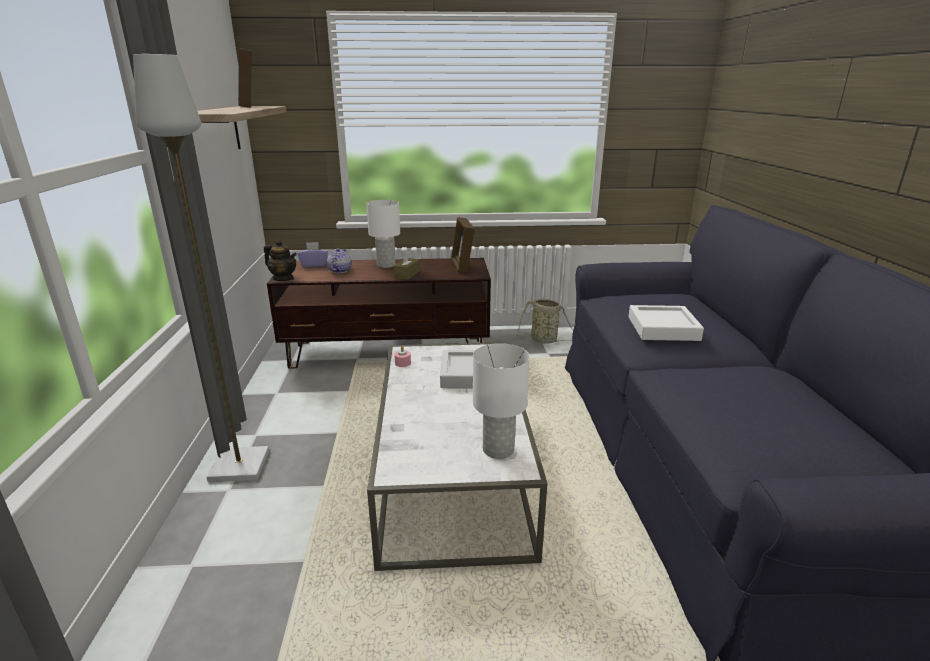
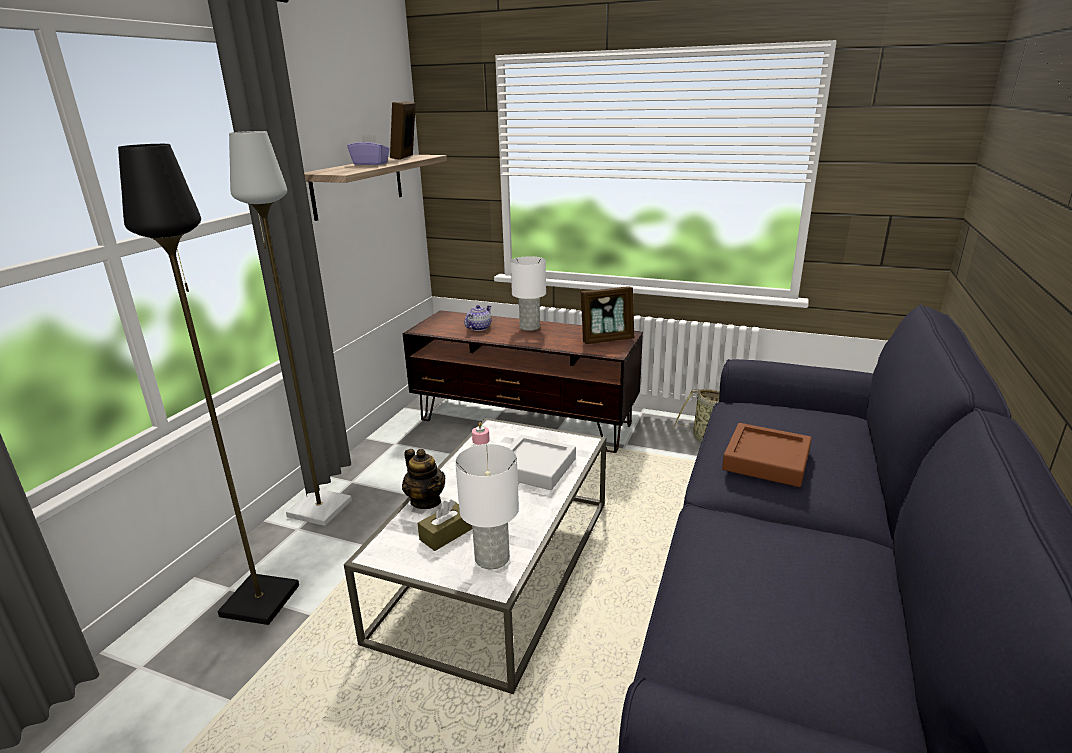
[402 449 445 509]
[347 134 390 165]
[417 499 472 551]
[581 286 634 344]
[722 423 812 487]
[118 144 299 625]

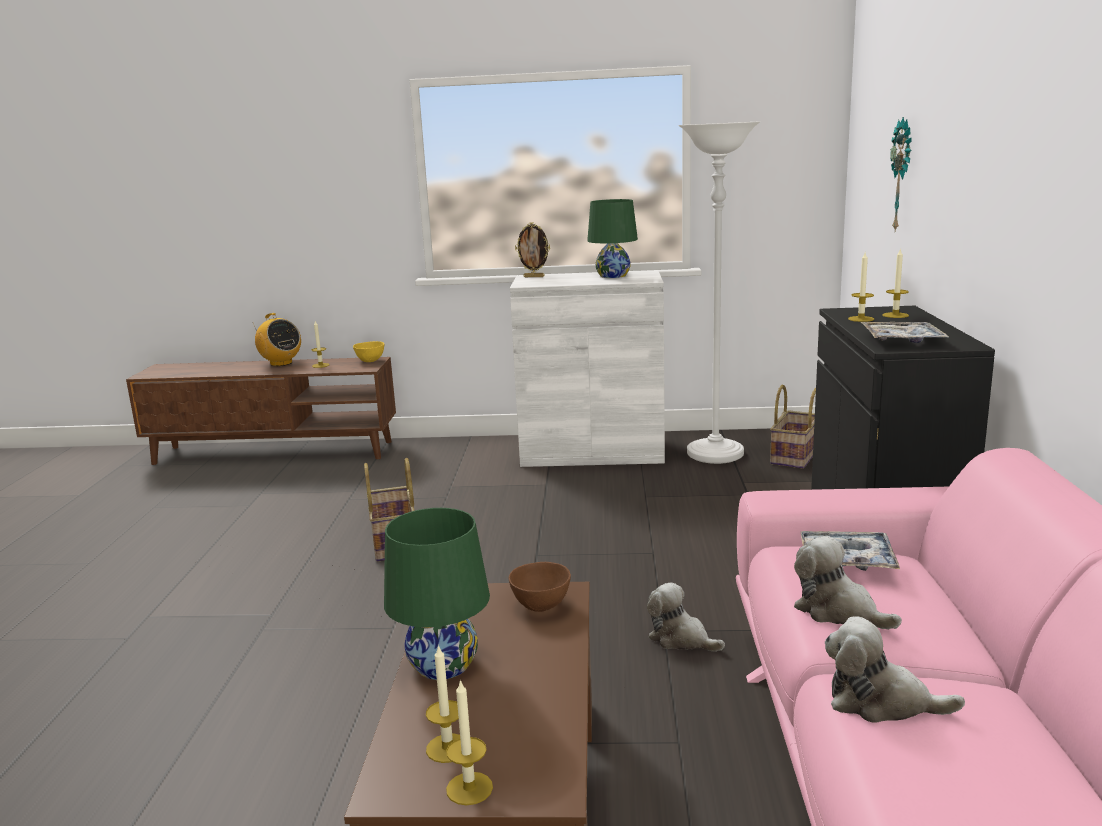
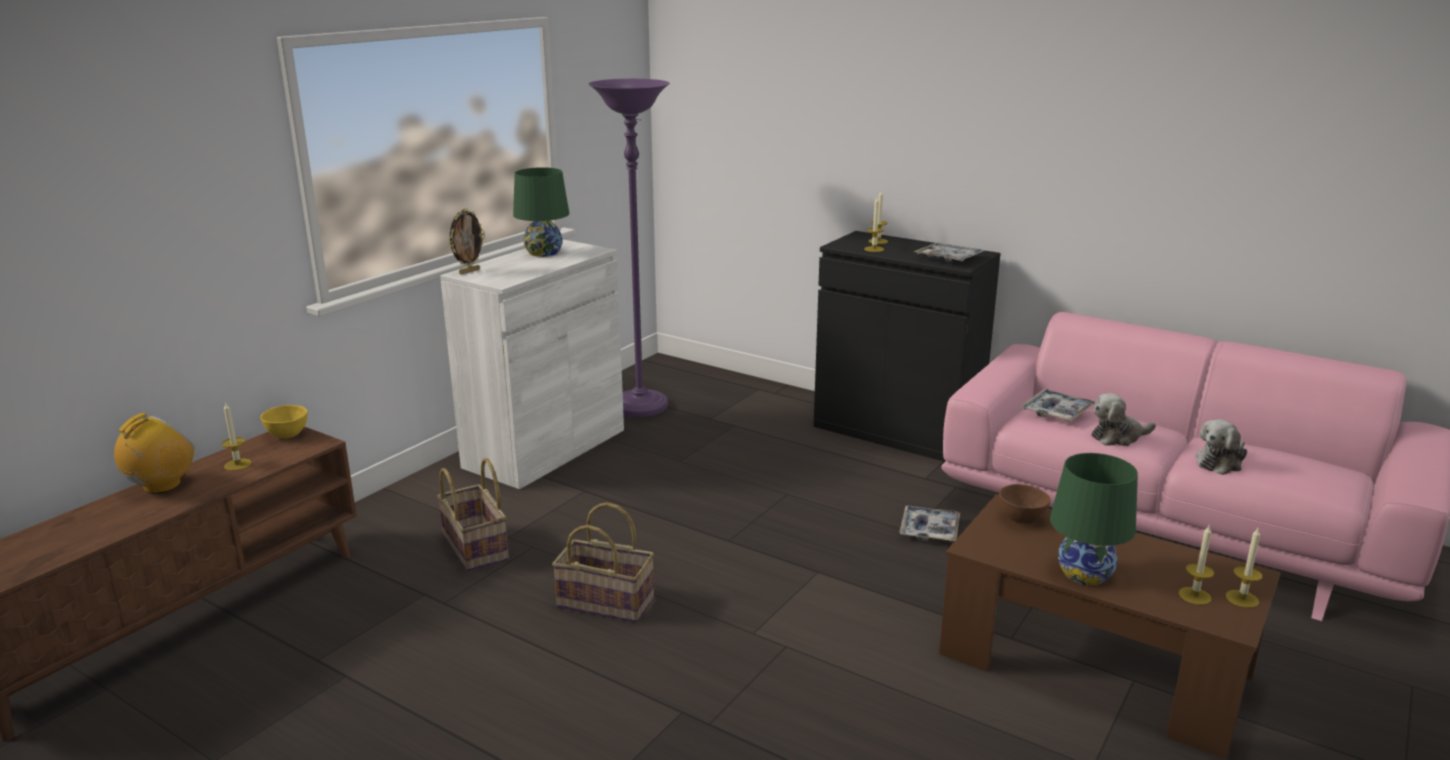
[114 413 195 494]
[900 506 960 541]
[589 79 670 418]
[437 458 509 571]
[890 117 912 230] (first image)

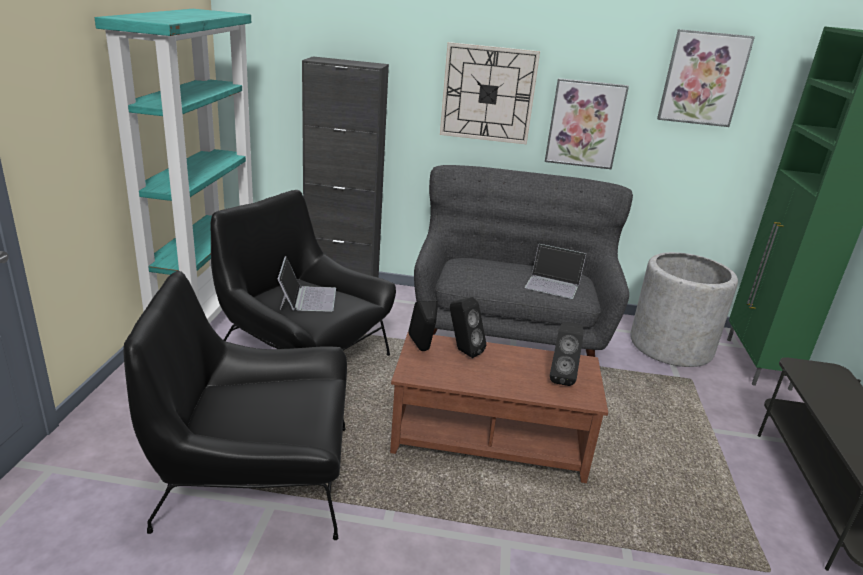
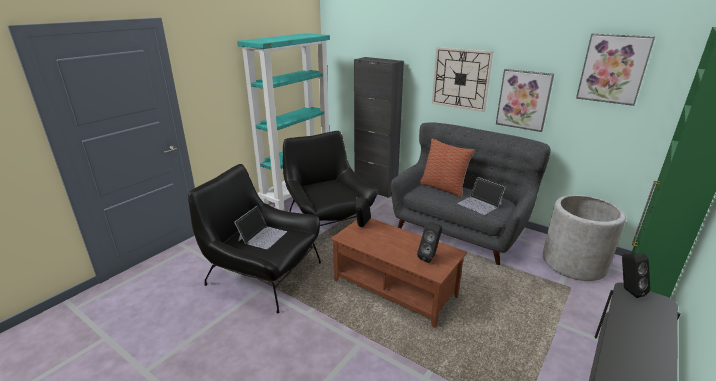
[234 206 287 249]
[622 253 650 298]
[419 139 475 197]

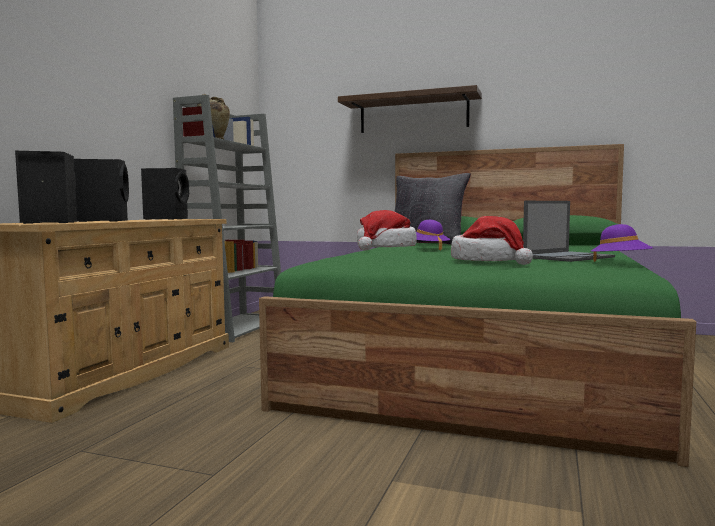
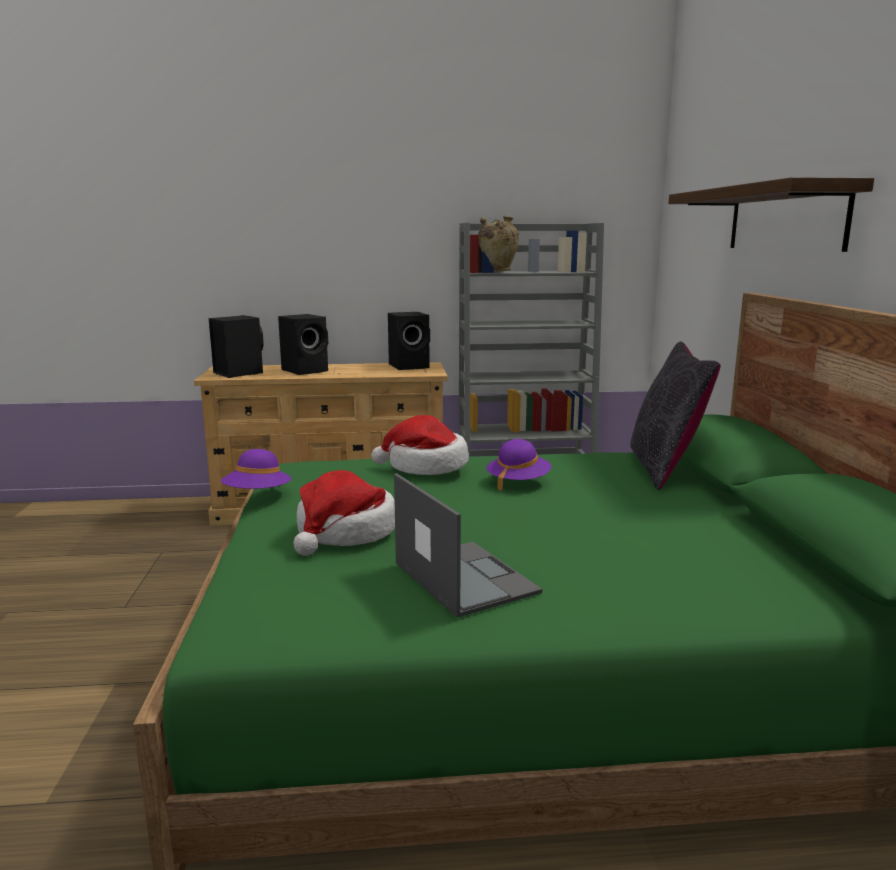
[394 473 542 618]
[221 449 291 489]

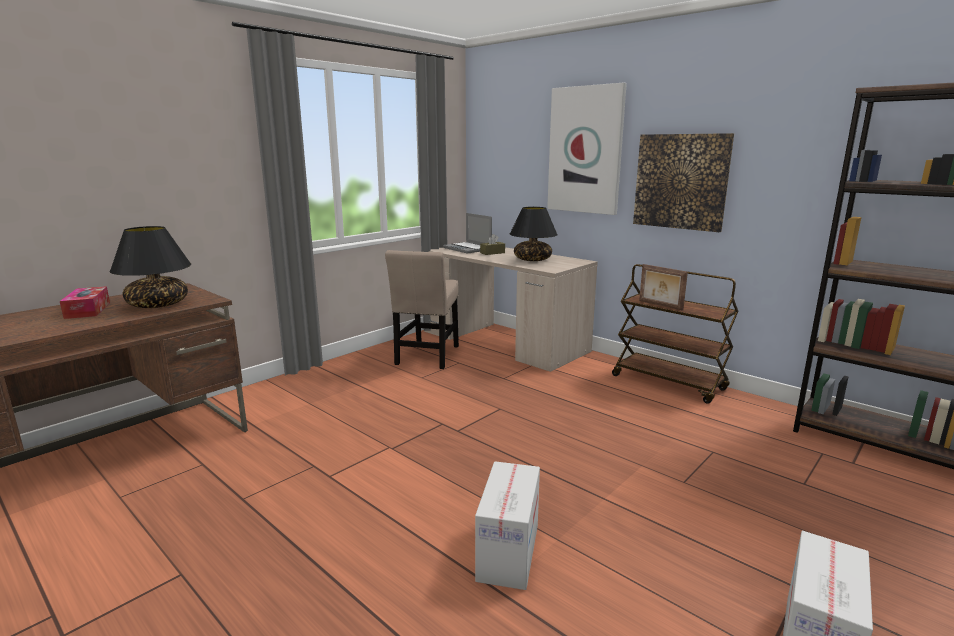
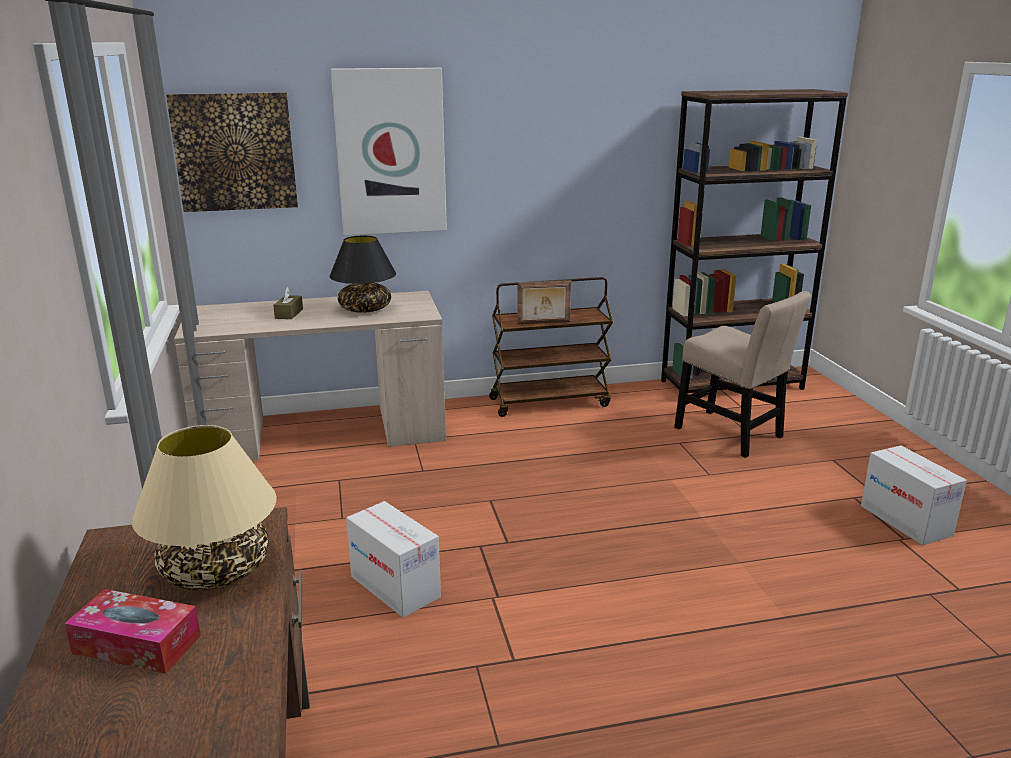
[132 425 277 590]
[674 291 811 458]
[443 213 492 254] (first image)
[346 501 441 618]
[166 92 298 212]

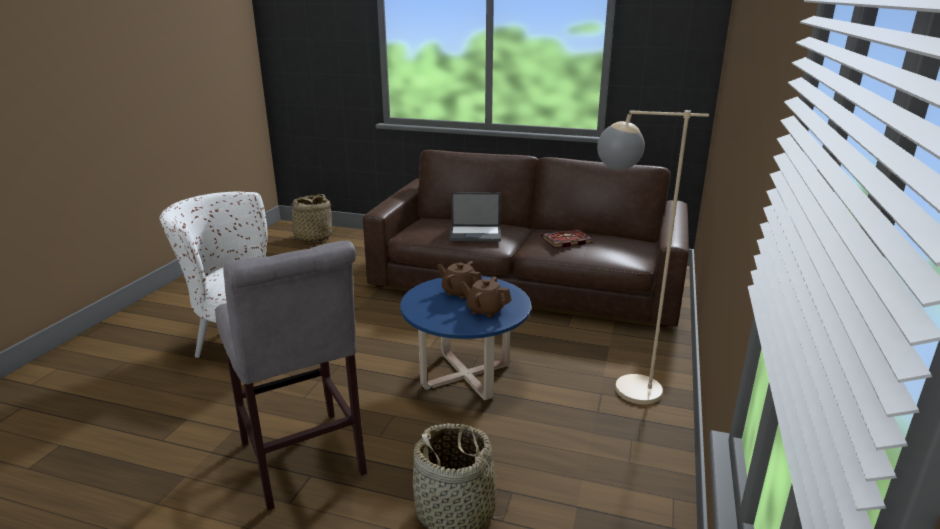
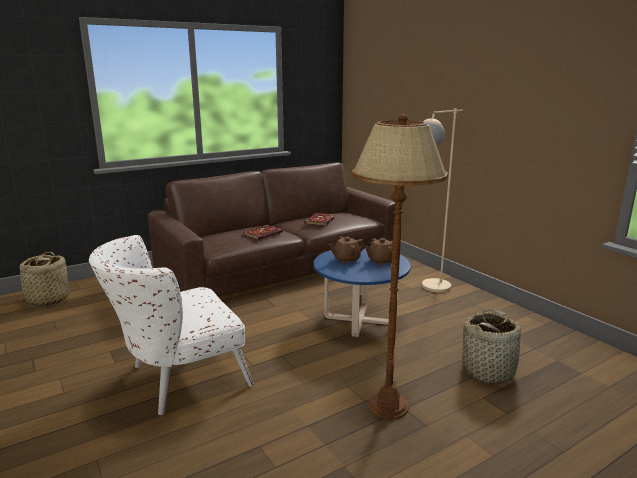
[352 114 448 420]
[244 225 283 240]

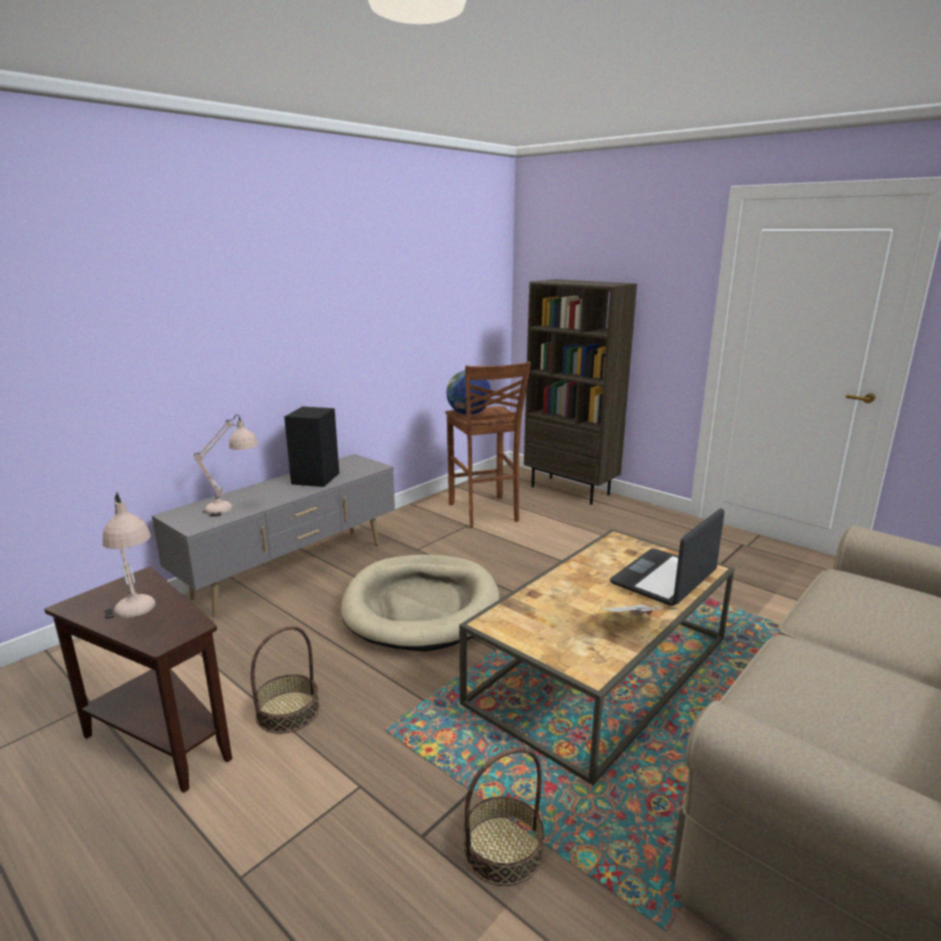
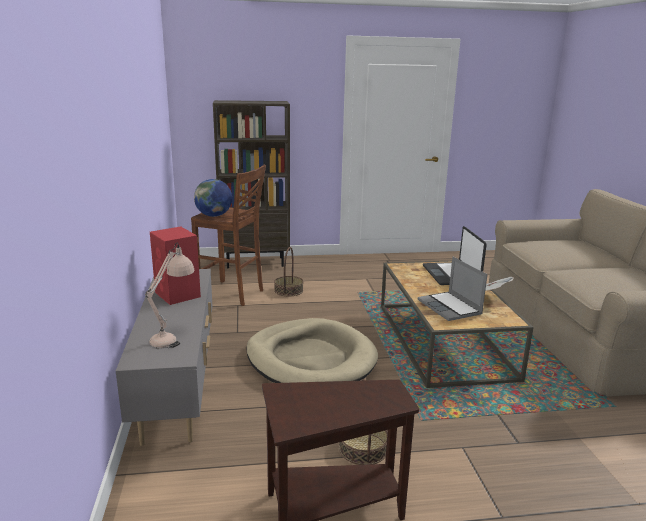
[103 492 156 619] (first image)
[150 226 201 305]
[274 247 303 296]
[418 257 487 321]

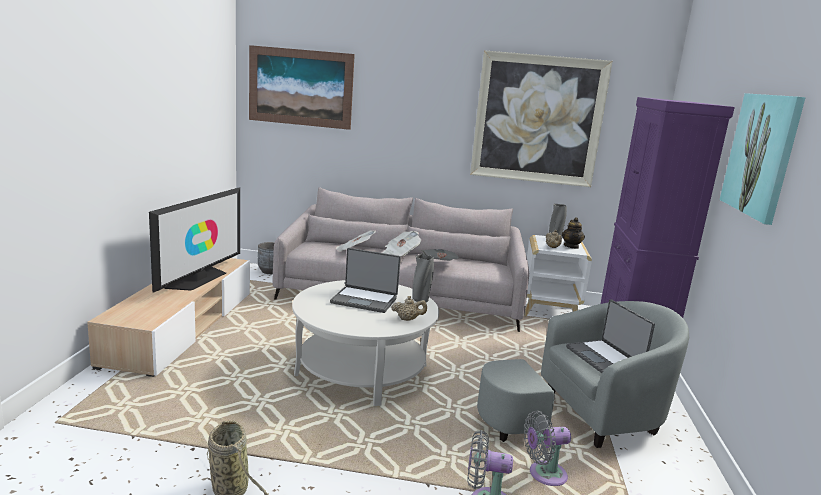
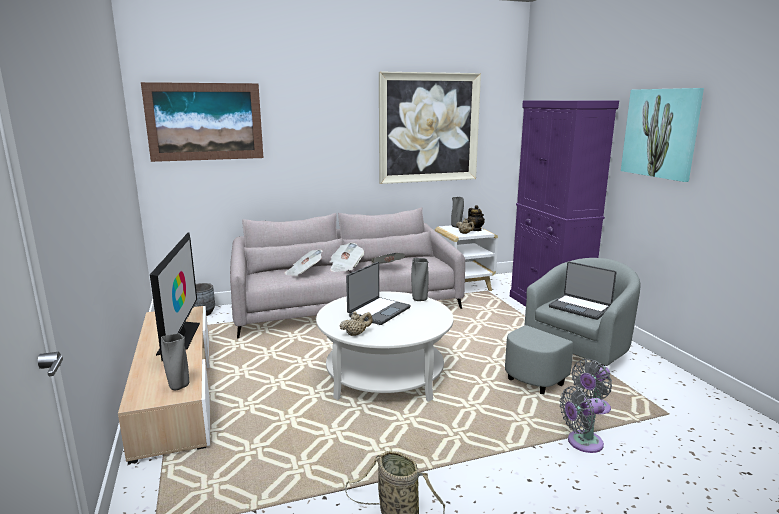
[346 262 411 325]
[340 311 373 336]
[161 333 189 390]

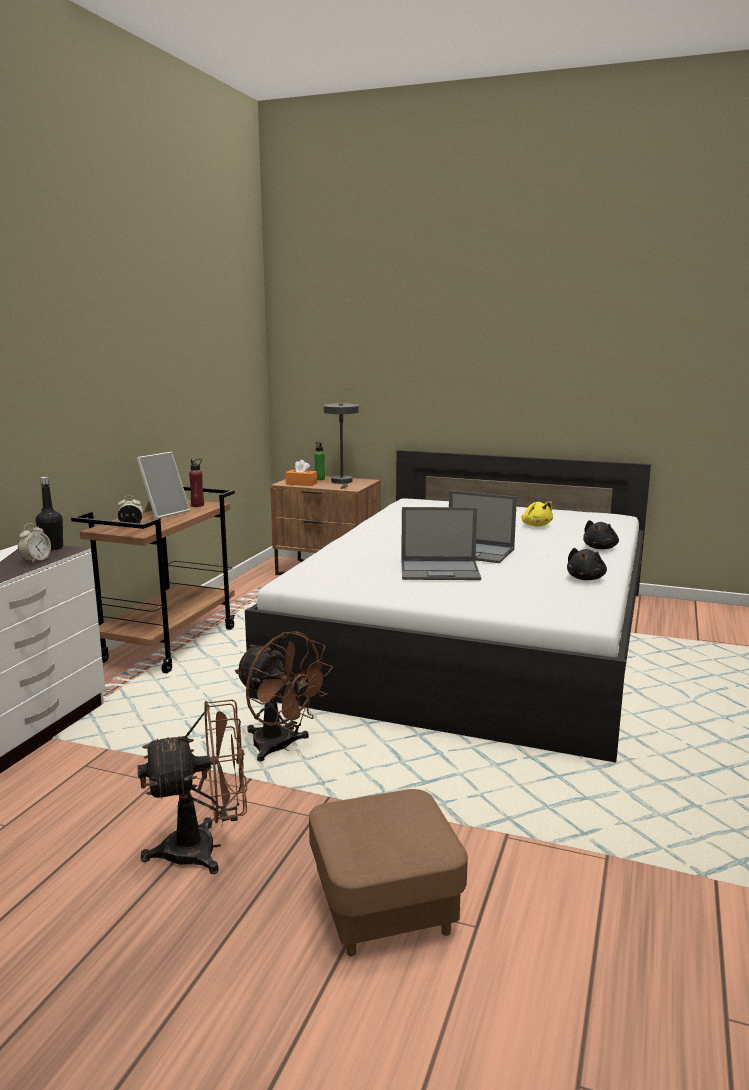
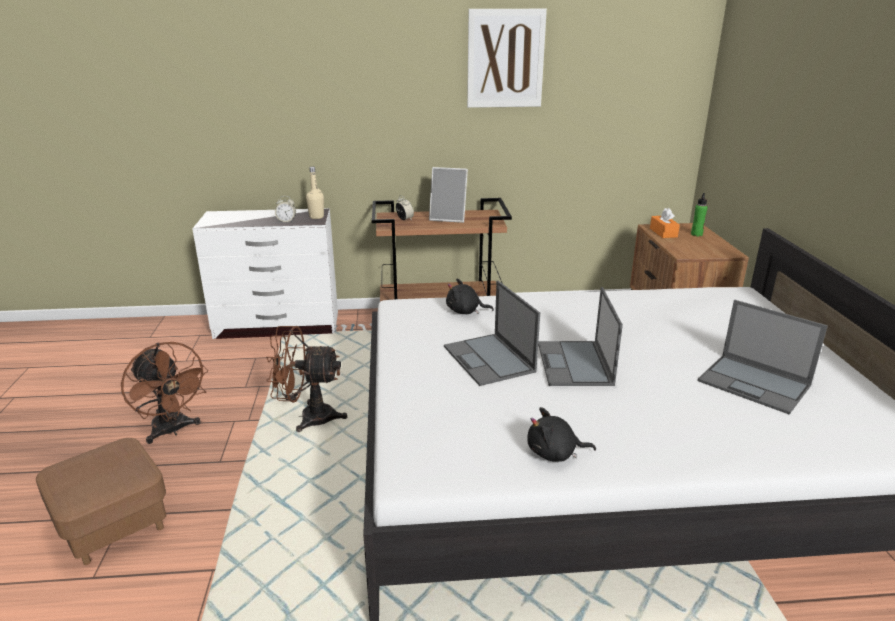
[306 167 324 219]
[189 459 204 507] (first image)
[266 326 347 432]
[323 404 359 489] (first image)
[698 300 828 414]
[446 279 494 314]
[467 9 547 108]

